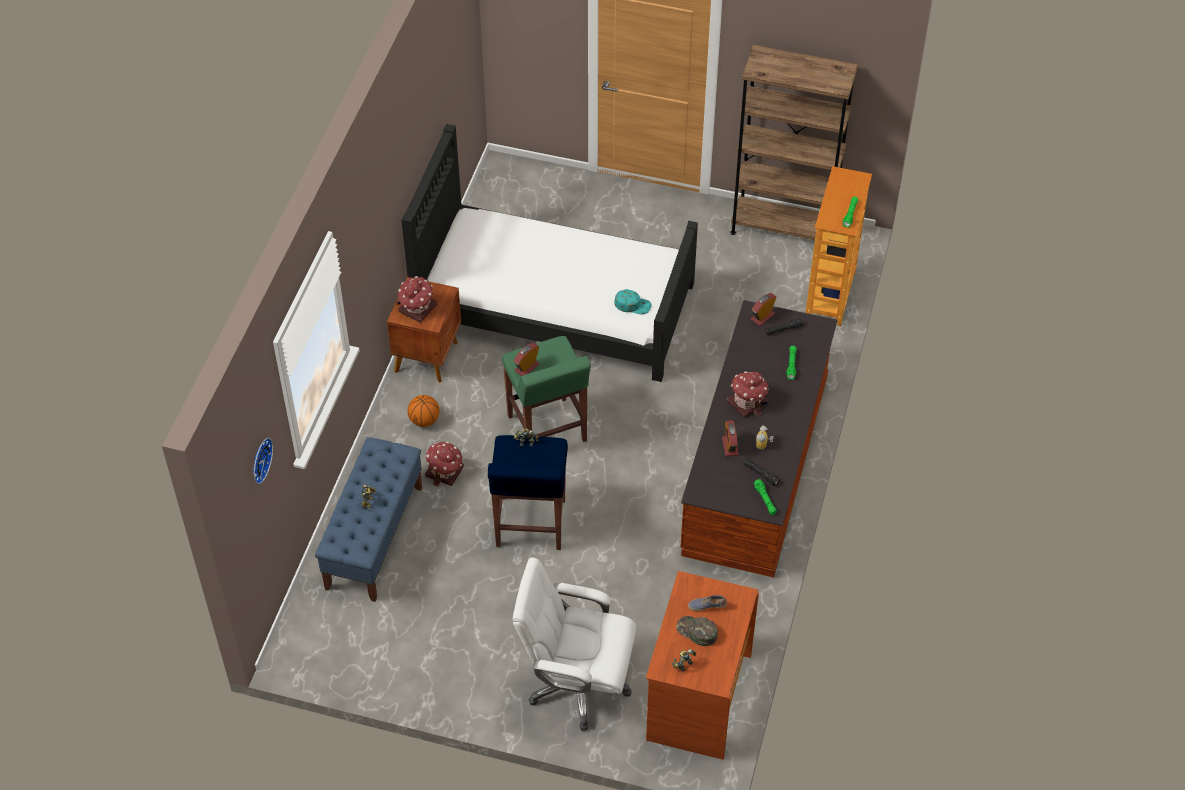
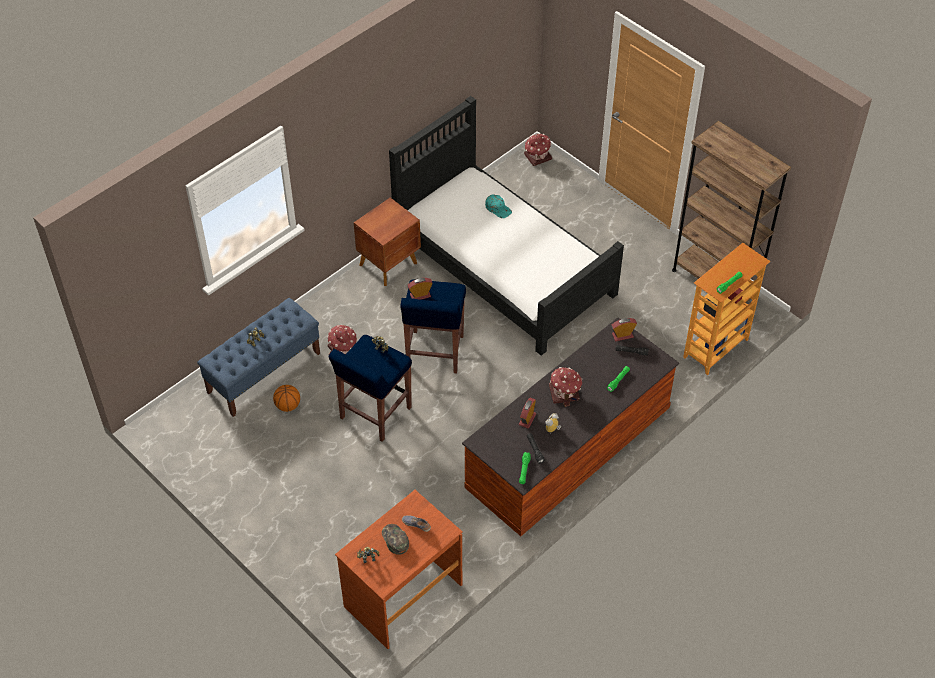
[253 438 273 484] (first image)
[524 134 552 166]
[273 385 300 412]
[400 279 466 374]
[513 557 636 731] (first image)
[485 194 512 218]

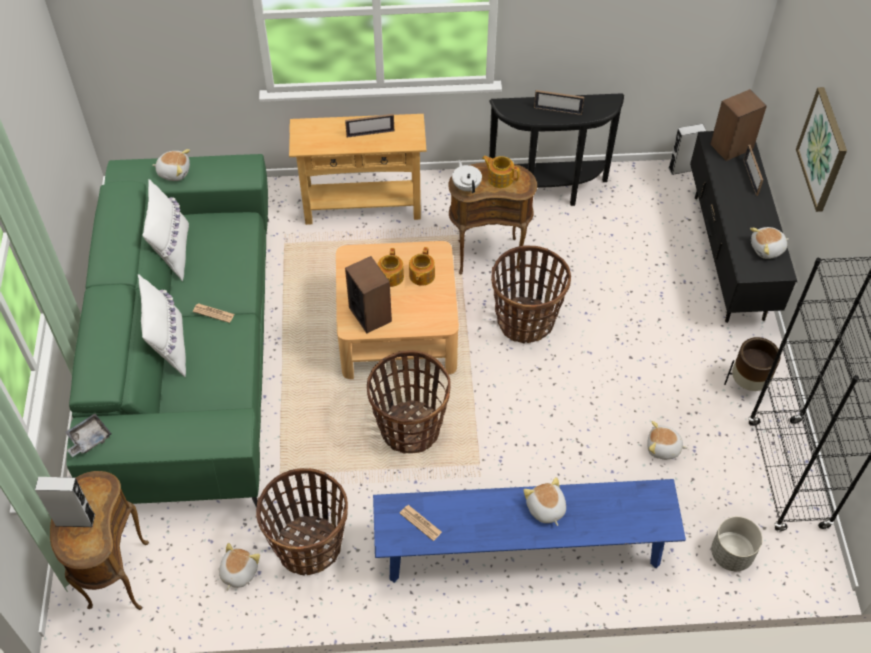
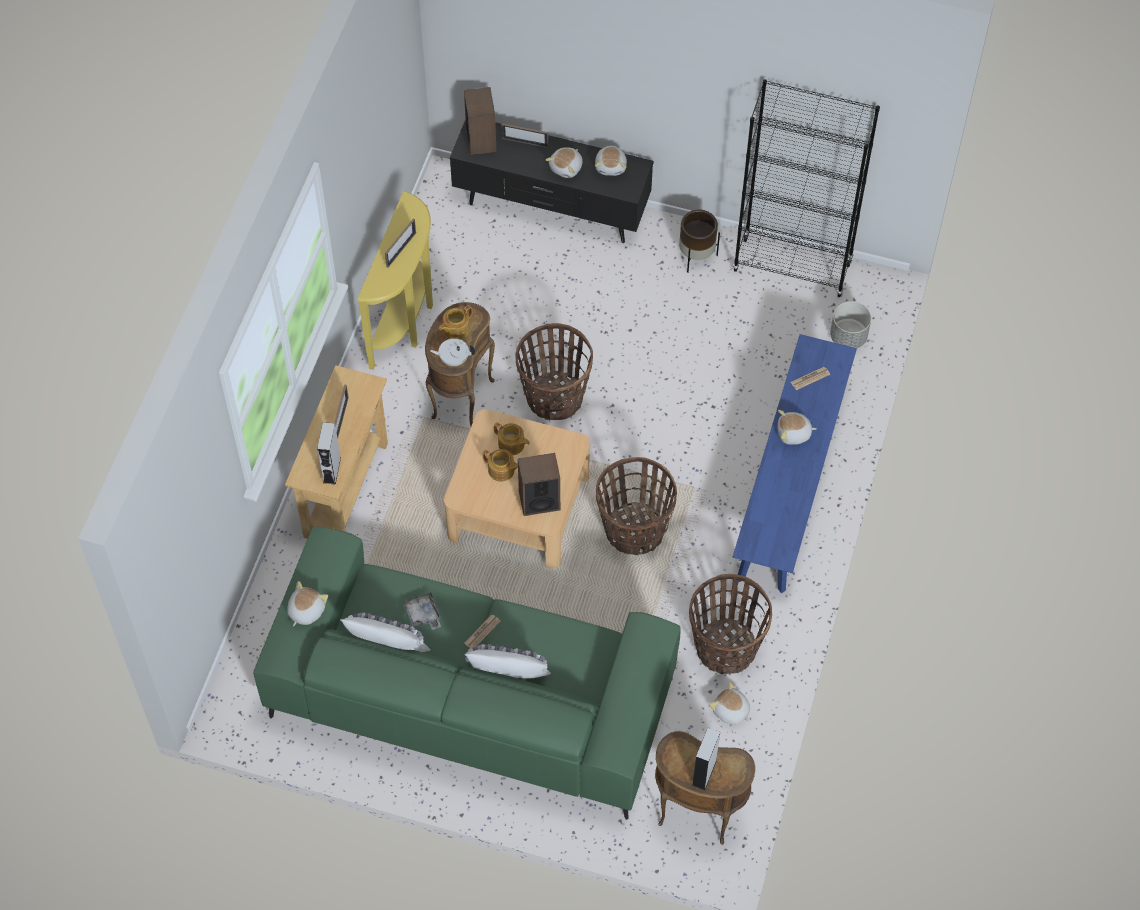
[403 592 441 630]
[791 367 830 390]
[357 191 433 370]
[546 147 583 178]
[317 422 341 485]
[796 87 847 212] (first image)

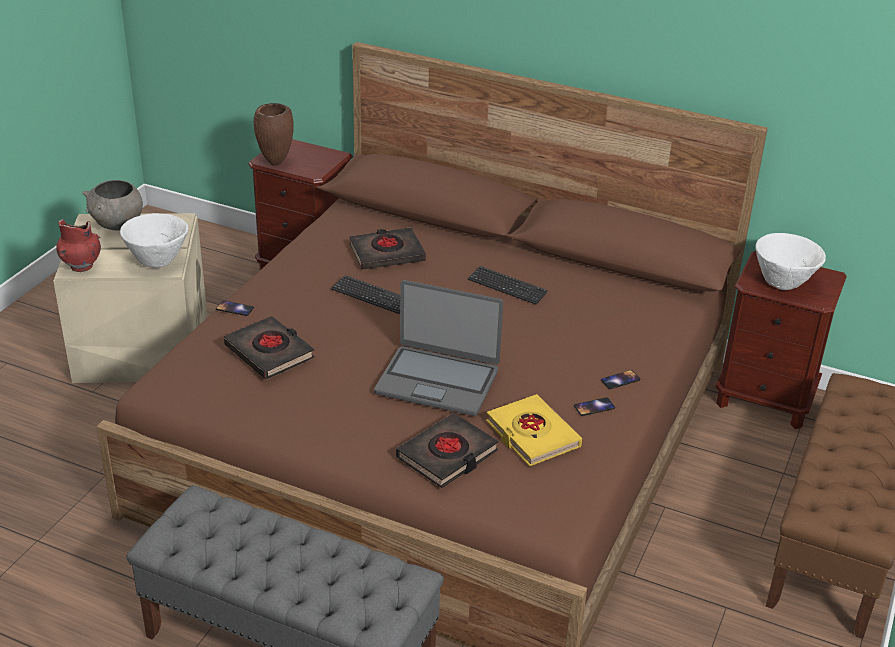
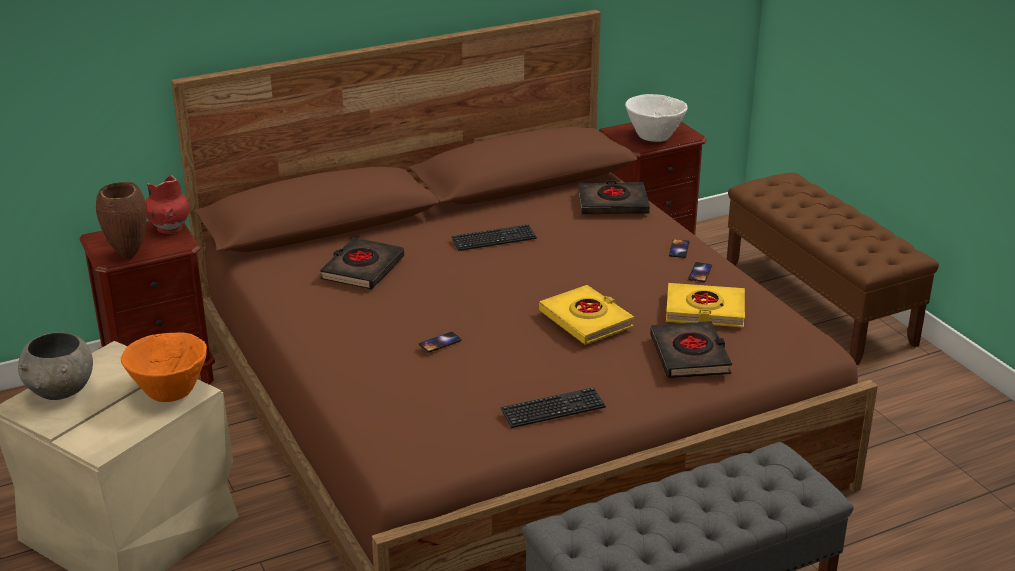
[145 175 190 234]
[121 332 207 402]
[419 332 462 353]
[578 180 650 214]
[500 387 606 428]
[539 285 634 345]

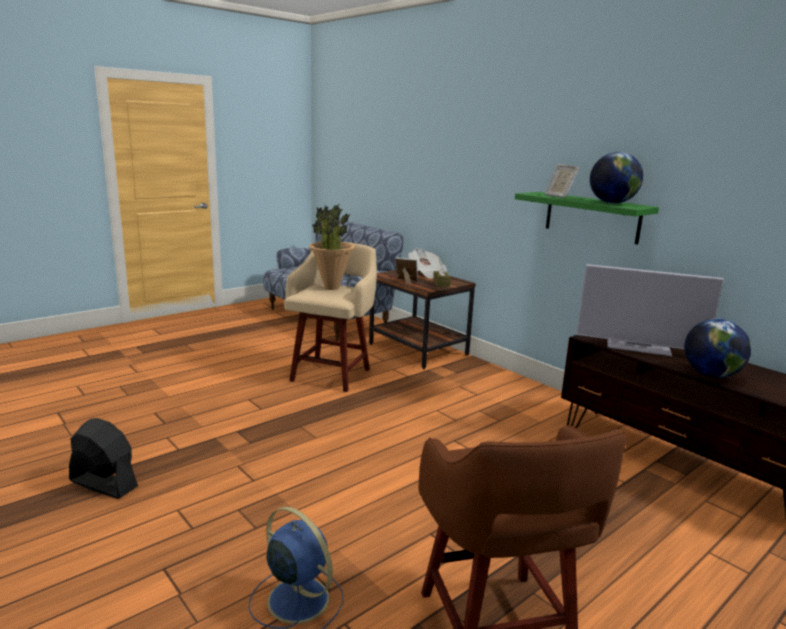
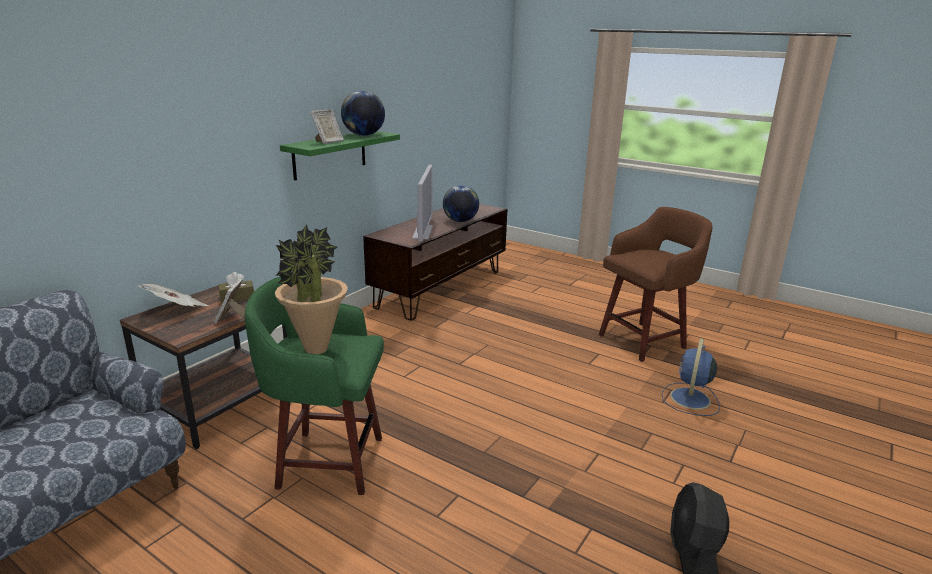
[245 277 384 495]

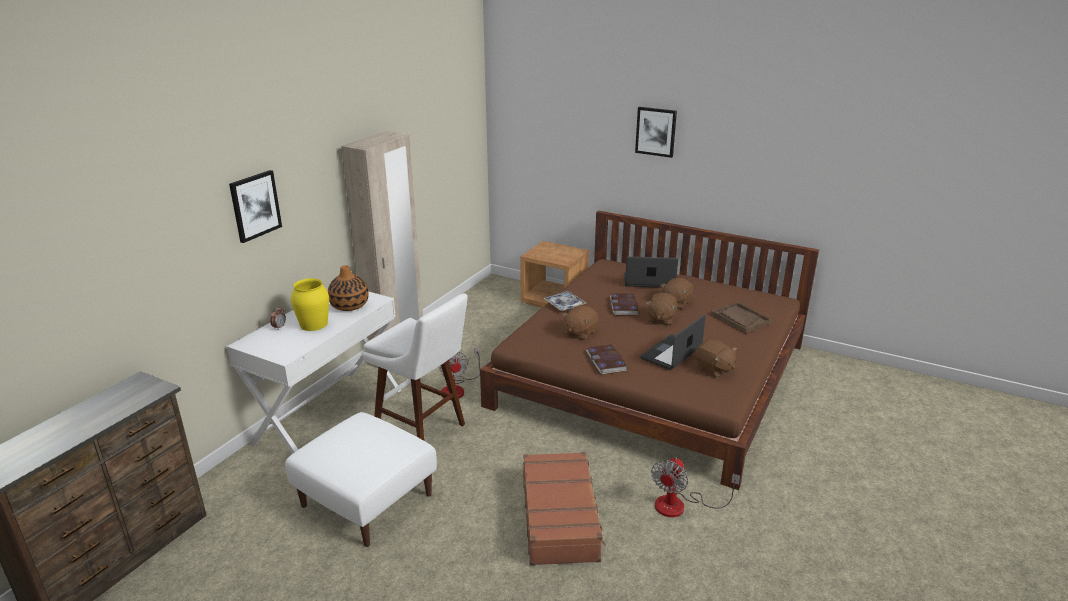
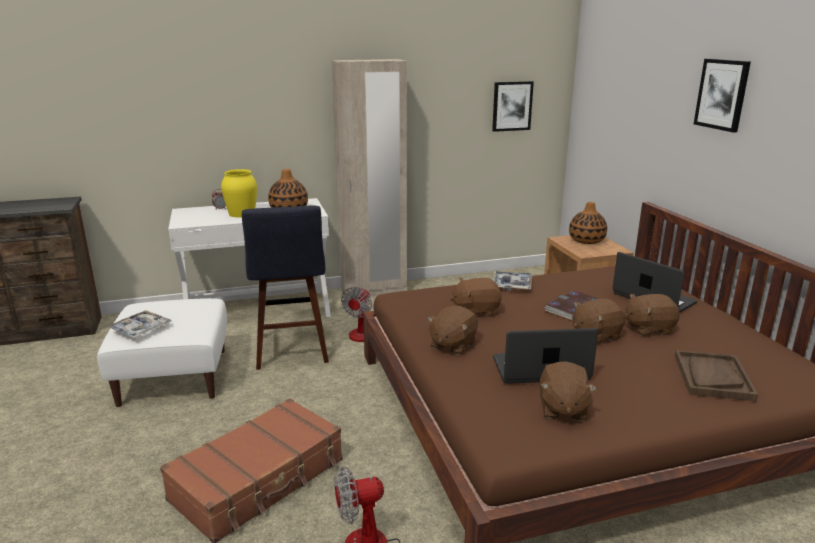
[492 81 534 132]
[242 206 329 370]
[427 306 478 355]
[107 310 172 338]
[569 202 607 244]

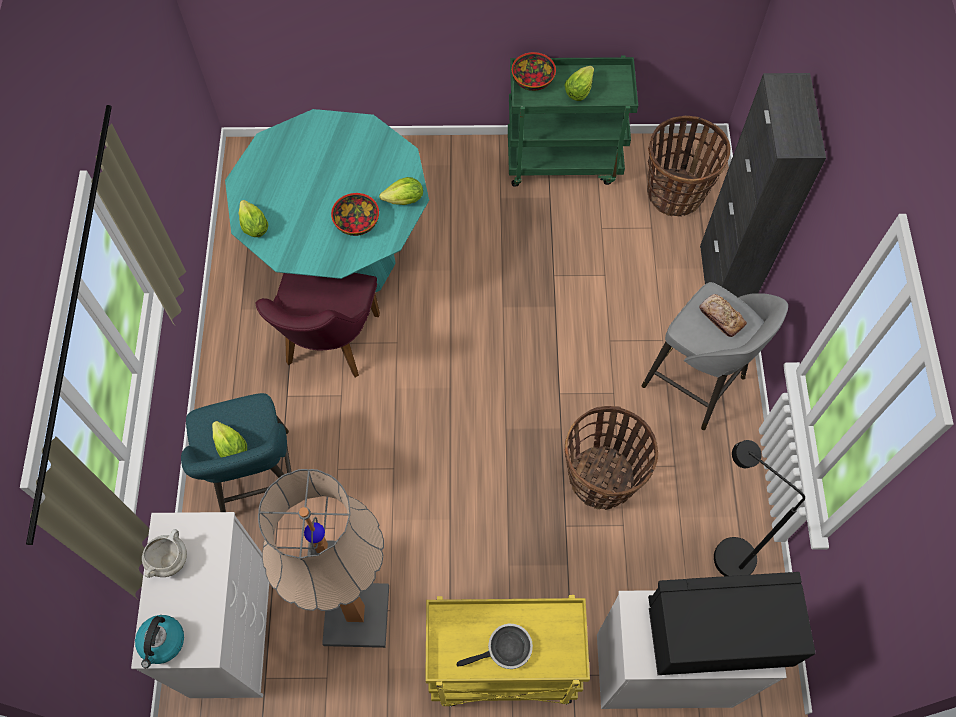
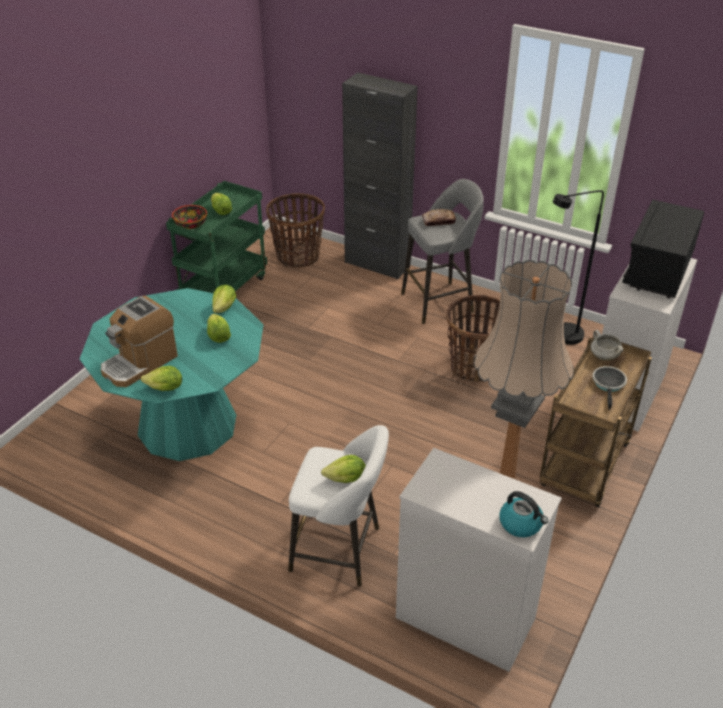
[590 330 623 361]
[288 425 389 587]
[256 273 380 377] (first image)
[207 314 231 343]
[540 336 652 507]
[101 296 178 387]

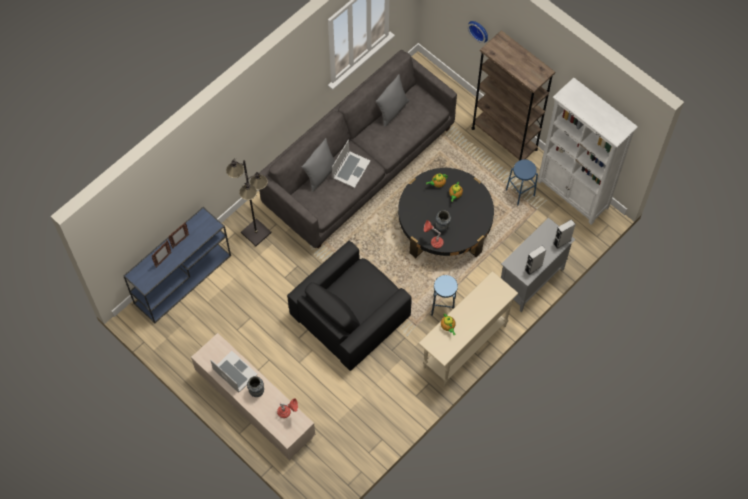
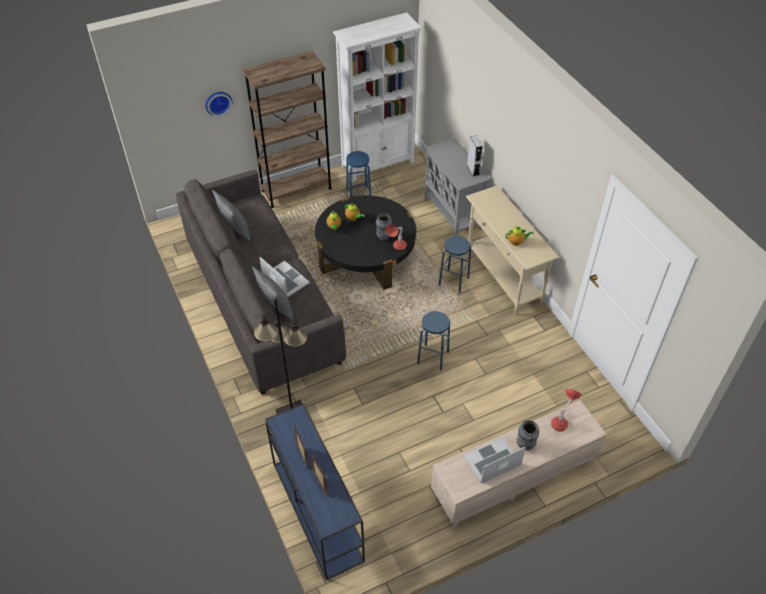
[417 311 450 371]
[553 219 576 249] (first image)

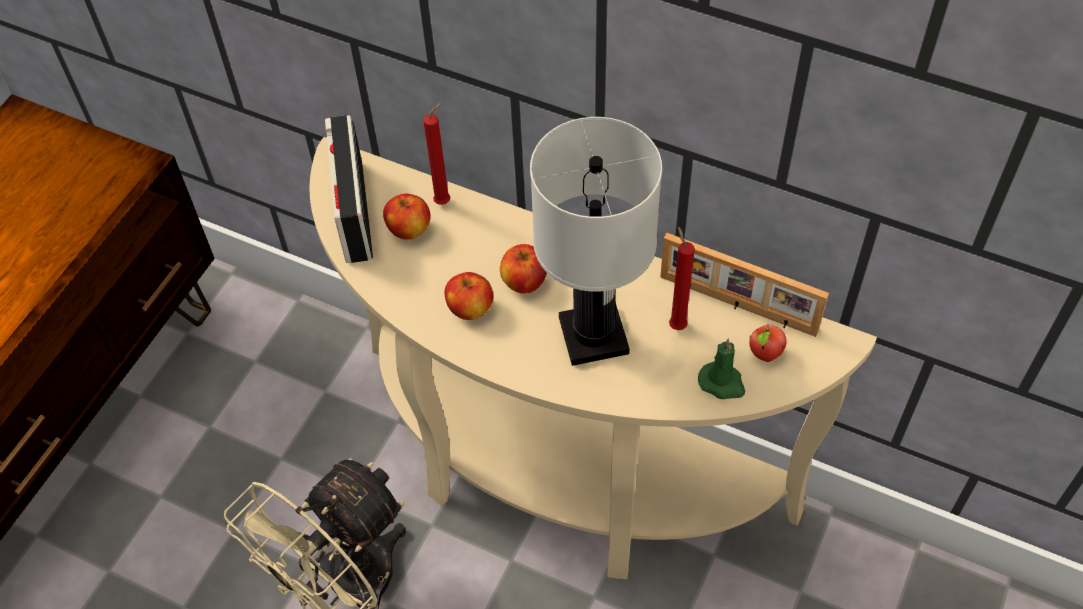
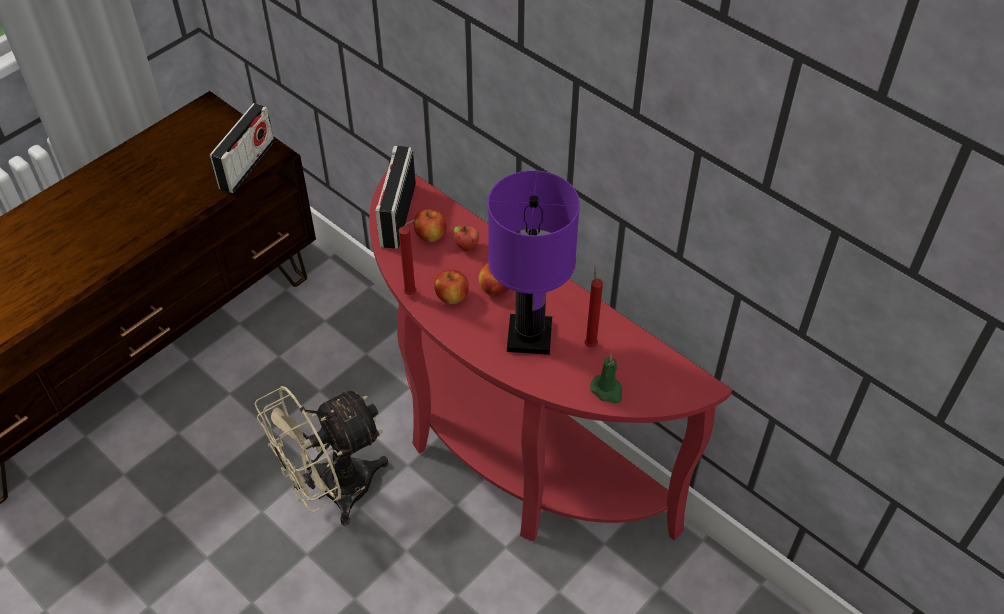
[369 170 732 542]
[399 220 417 295]
[488 170 580 355]
[660 233 829 337] (first image)
[454 225 479 252]
[210 103 274 193]

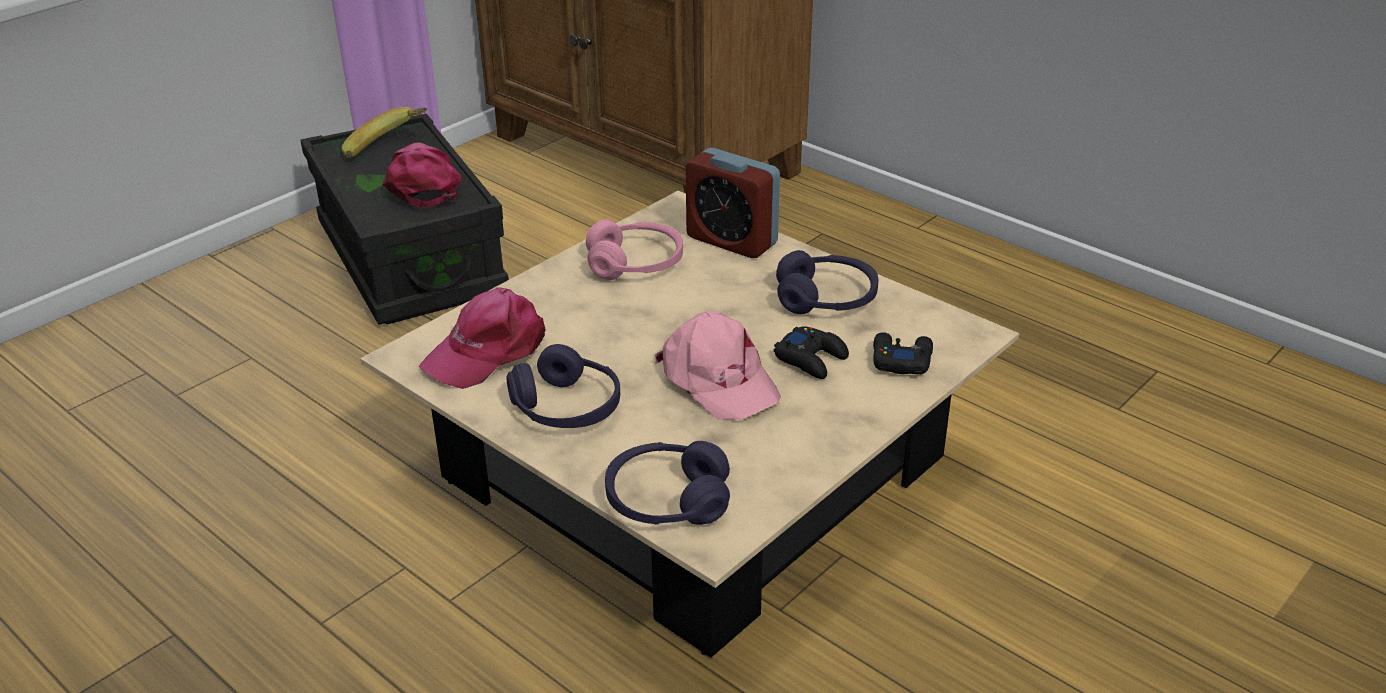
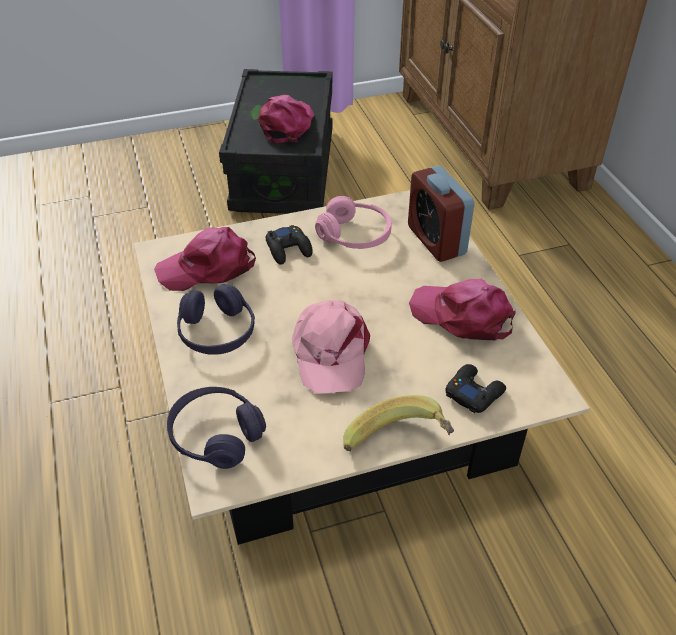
[343 395 454 451]
[265 225 313 265]
[409 279 515 340]

